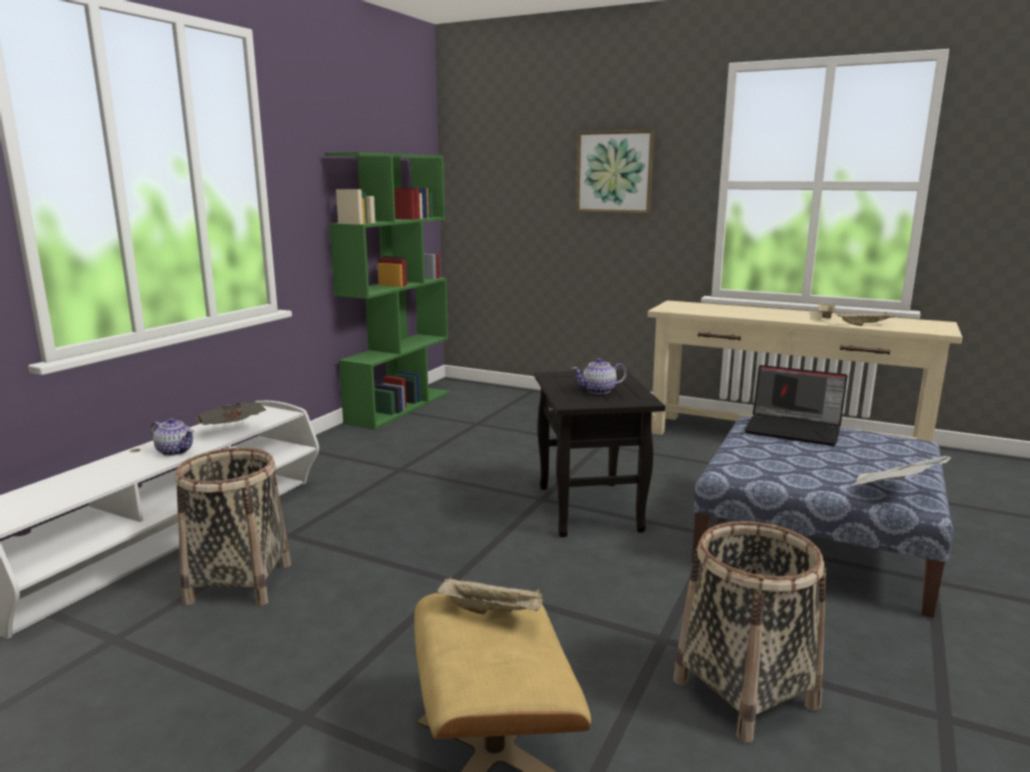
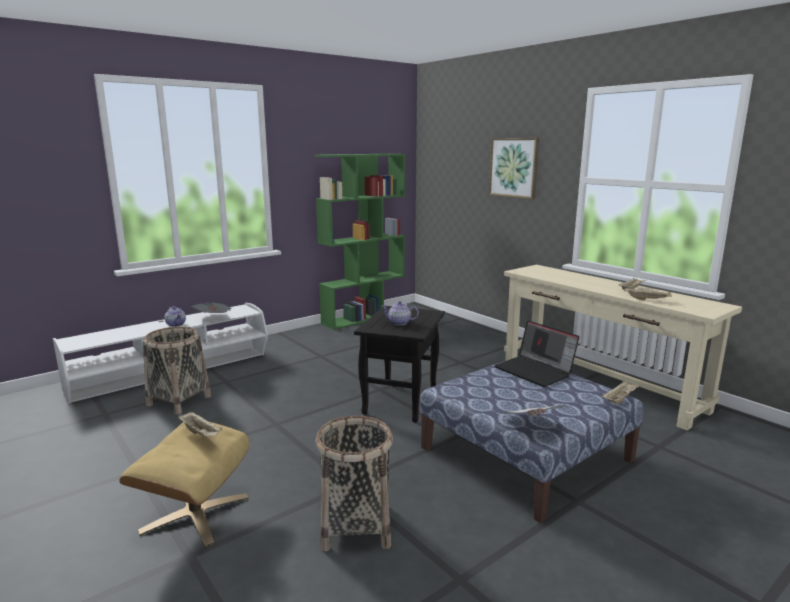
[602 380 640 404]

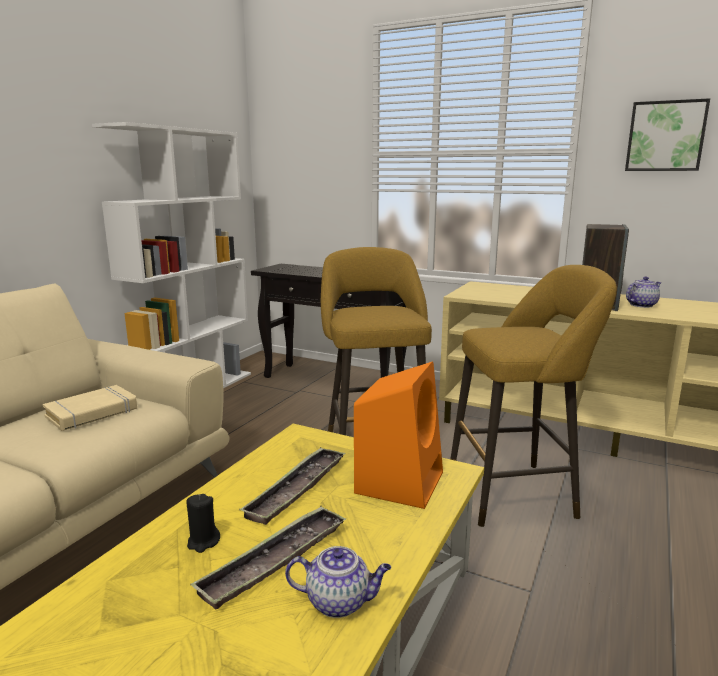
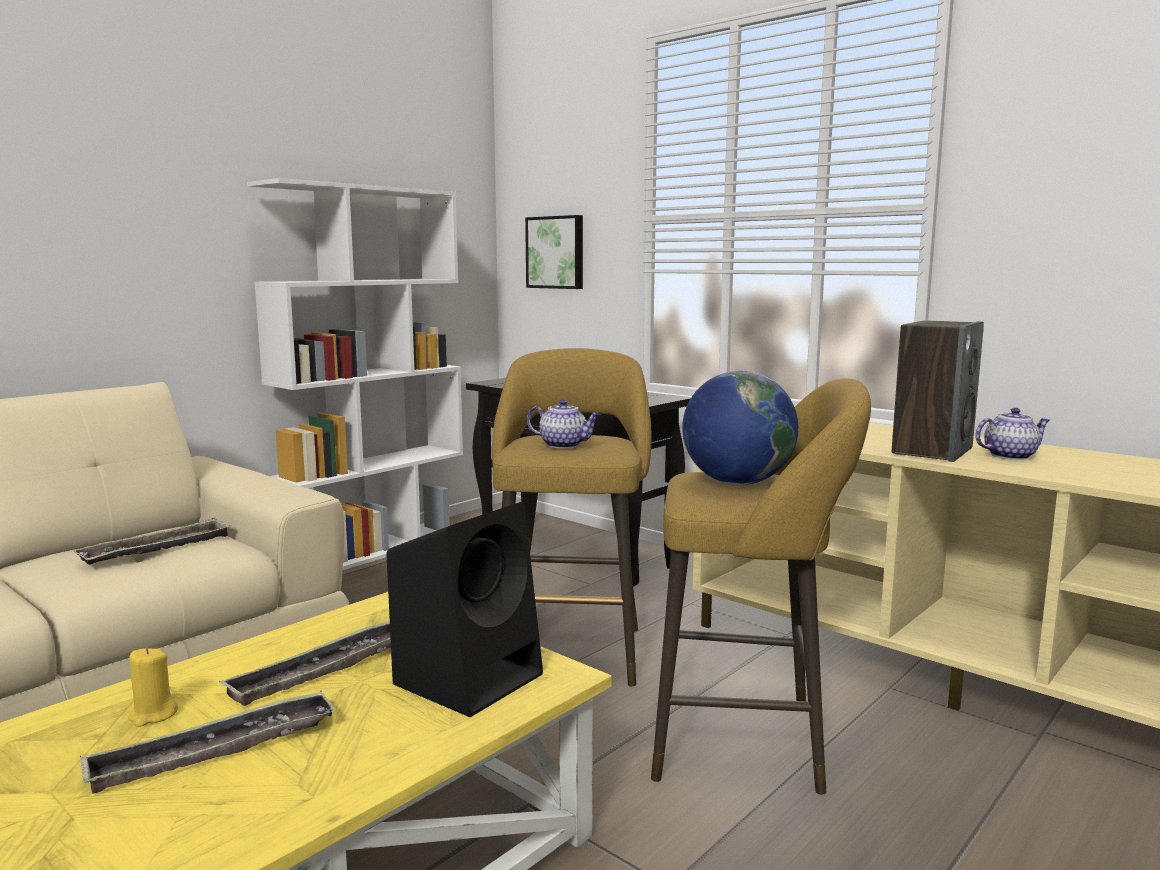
[682 371 798 485]
[527 399 601 448]
[525 215 583 289]
[72 518 231 565]
[128 647 178 727]
[386 502 543 717]

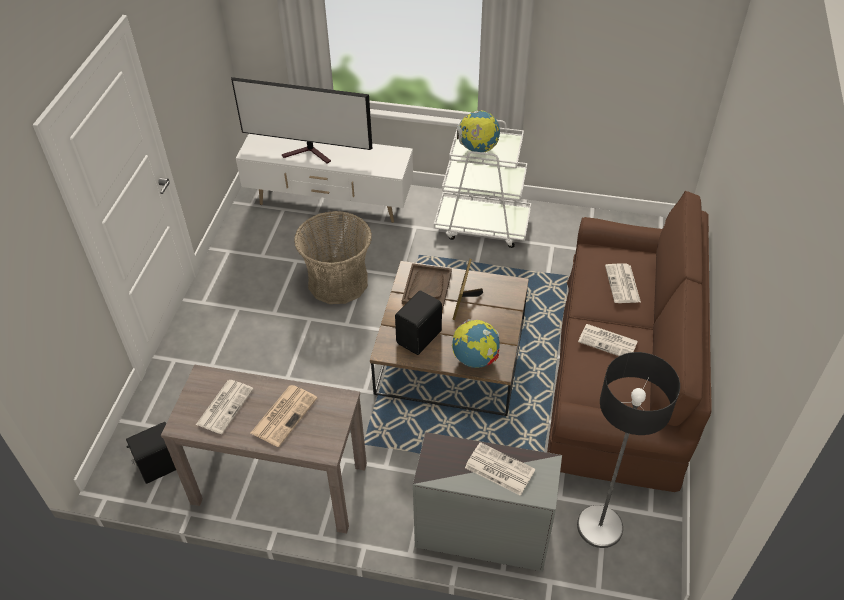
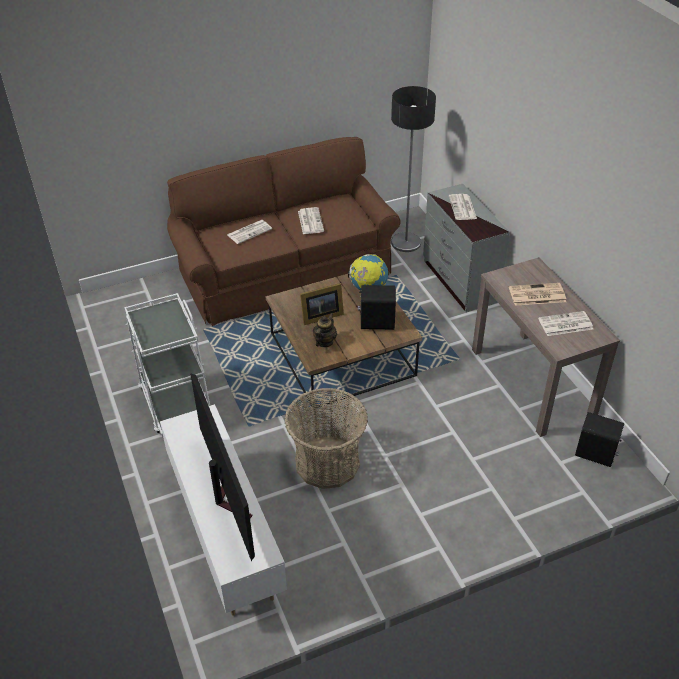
[457 110 500 152] (first image)
[313 313 337 347]

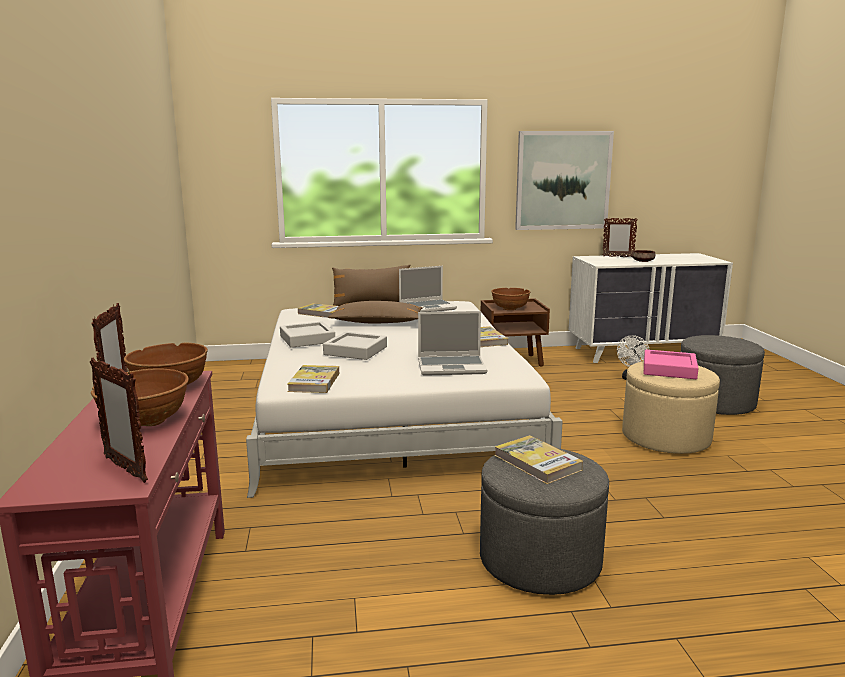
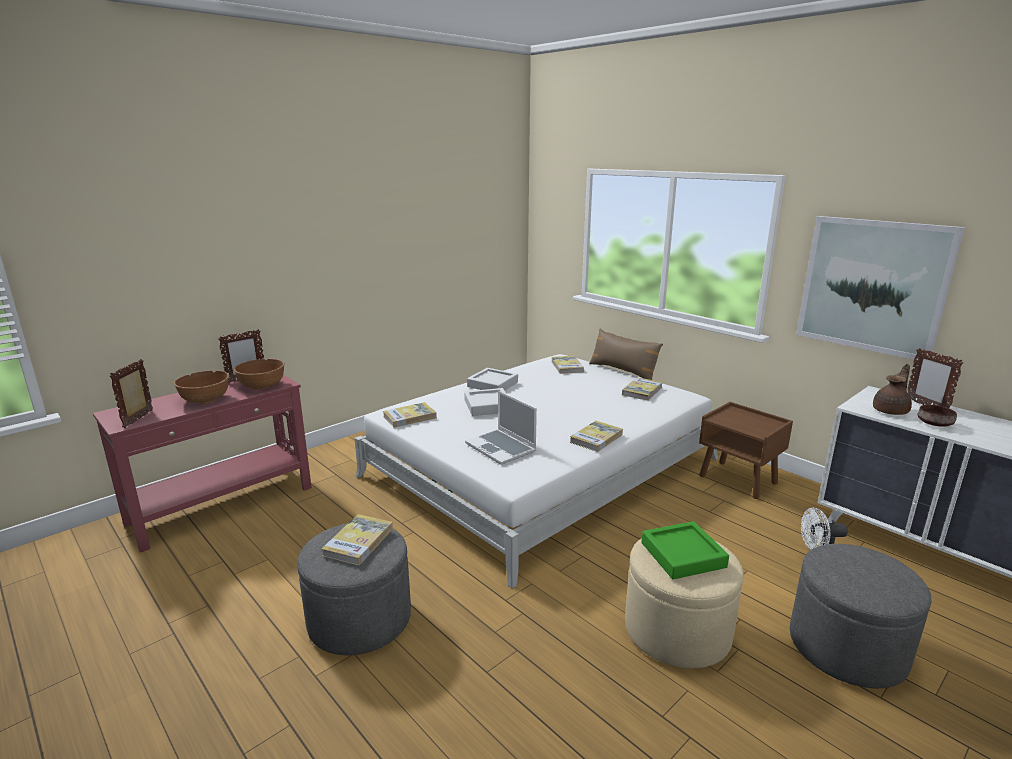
[328 301 423 323] (first image)
[491 288 530 310] (first image)
[873 364 912 415]
[622 377 663 401]
[642 521 729 579]

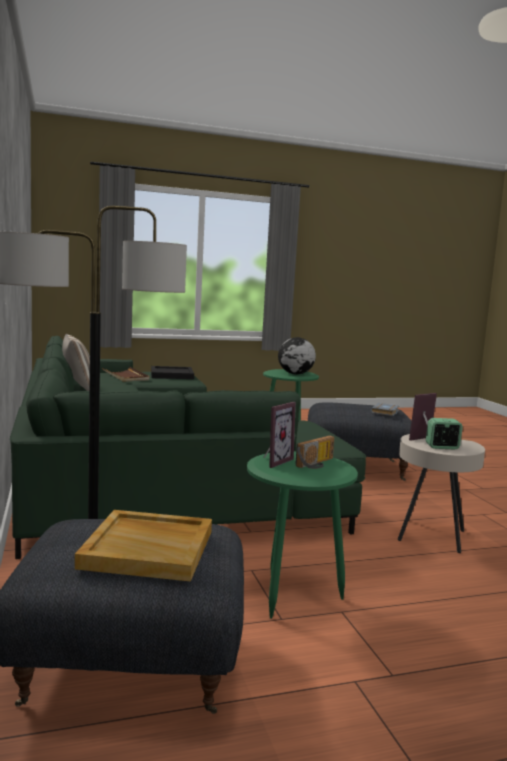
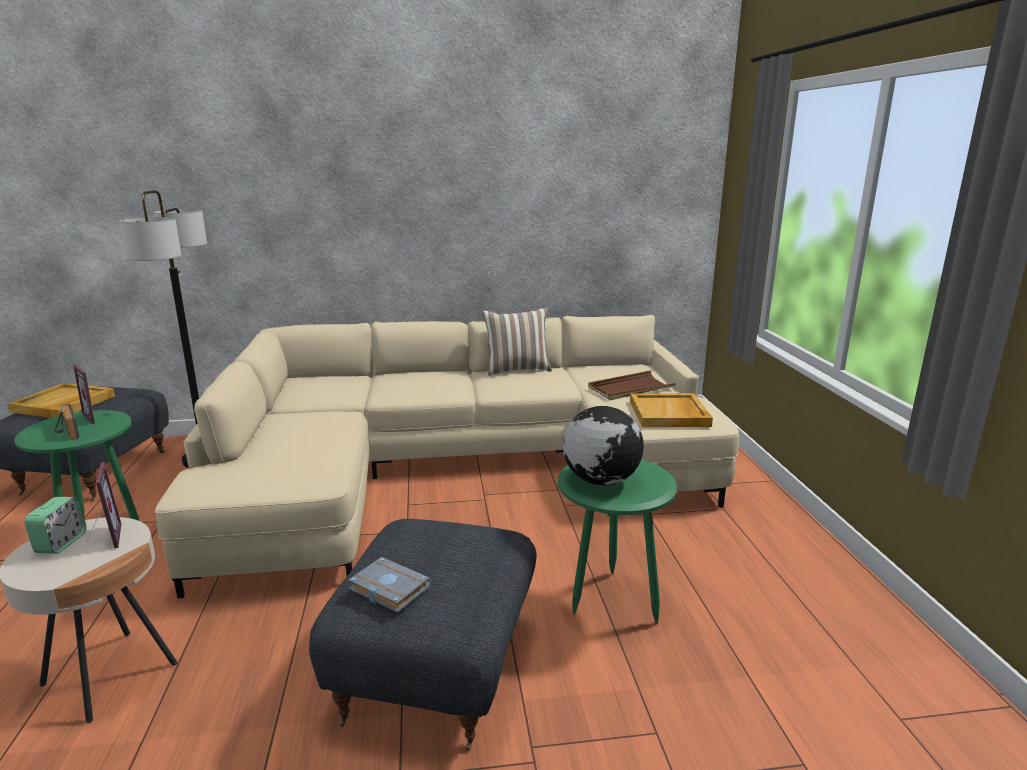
[155 315 739 598]
[630 393 713 427]

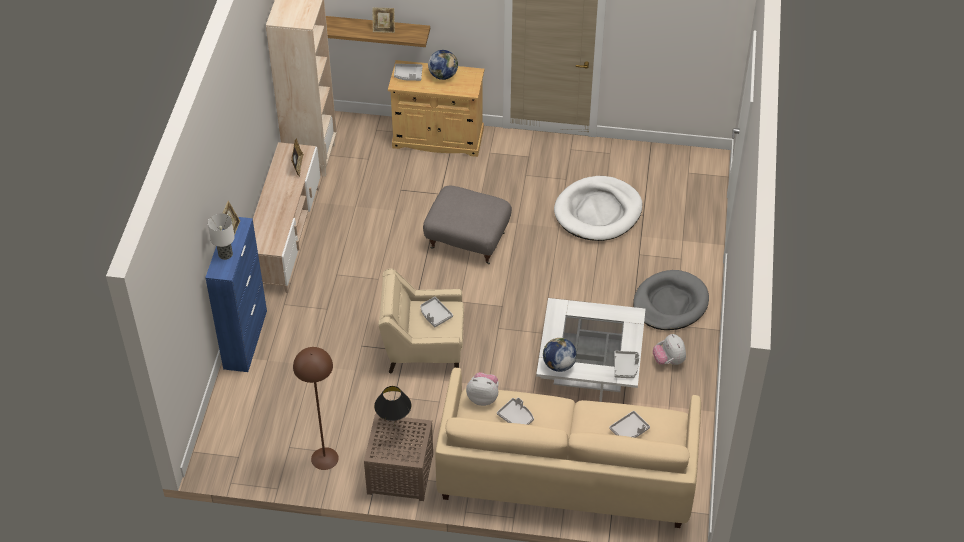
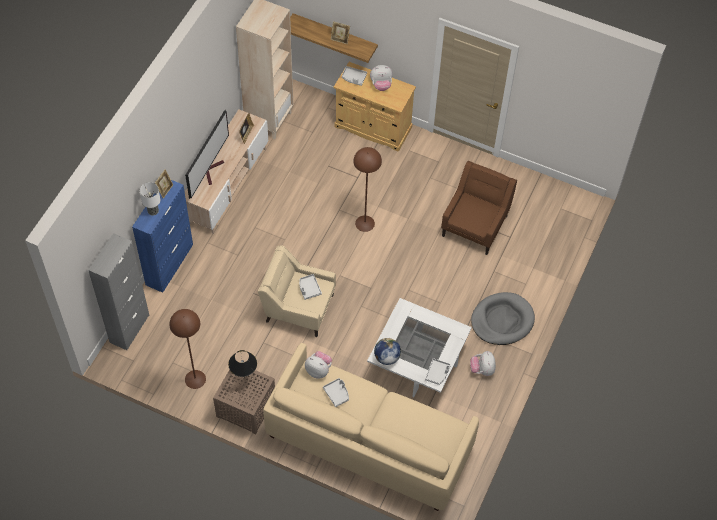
[609 411 650 438] (first image)
[88 233 149 350]
[185 110 229 199]
[353 147 382 232]
[370 65 393 91]
[441 161 517 255]

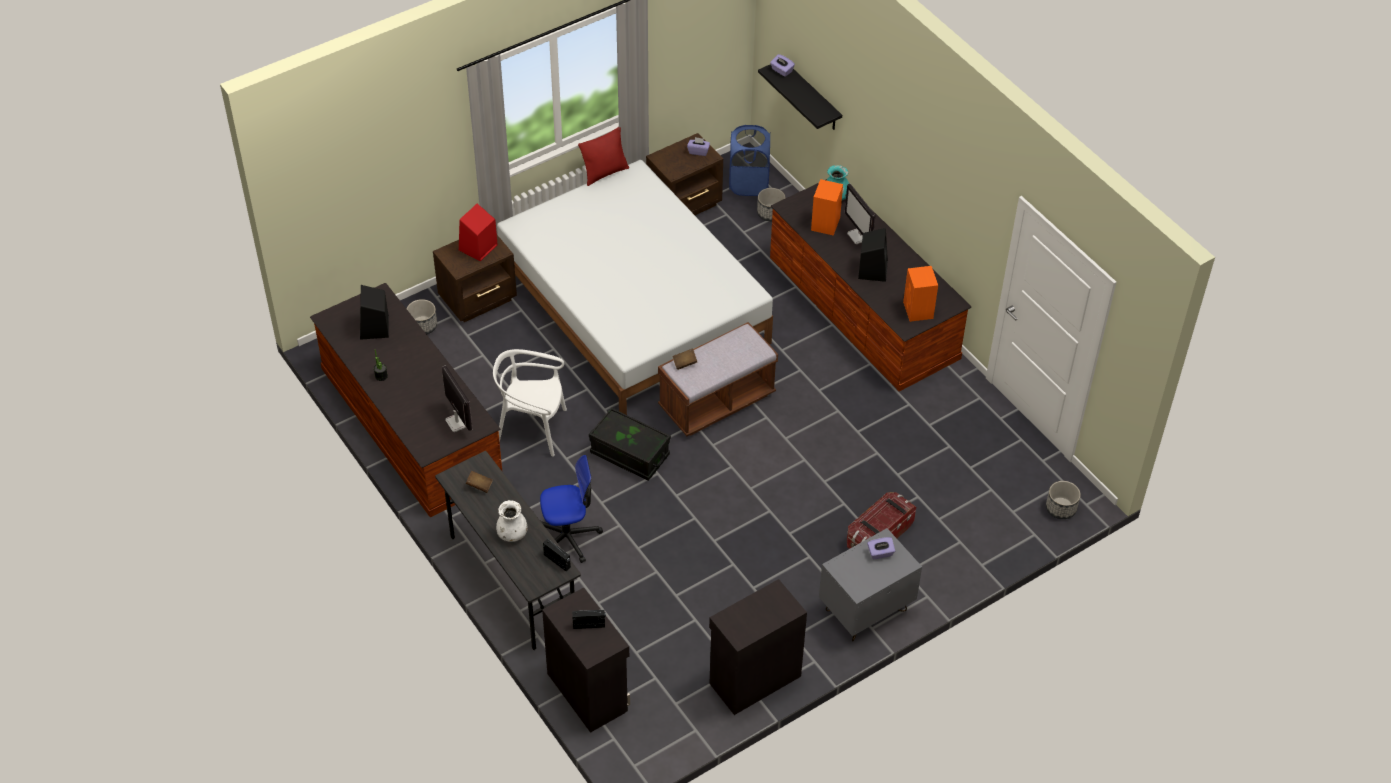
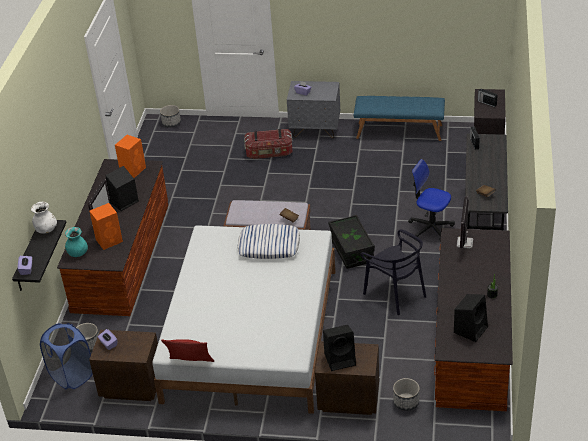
[237 224 300 259]
[31 202 57 234]
[354 96 445 141]
[323 325 356 371]
[361 229 426 315]

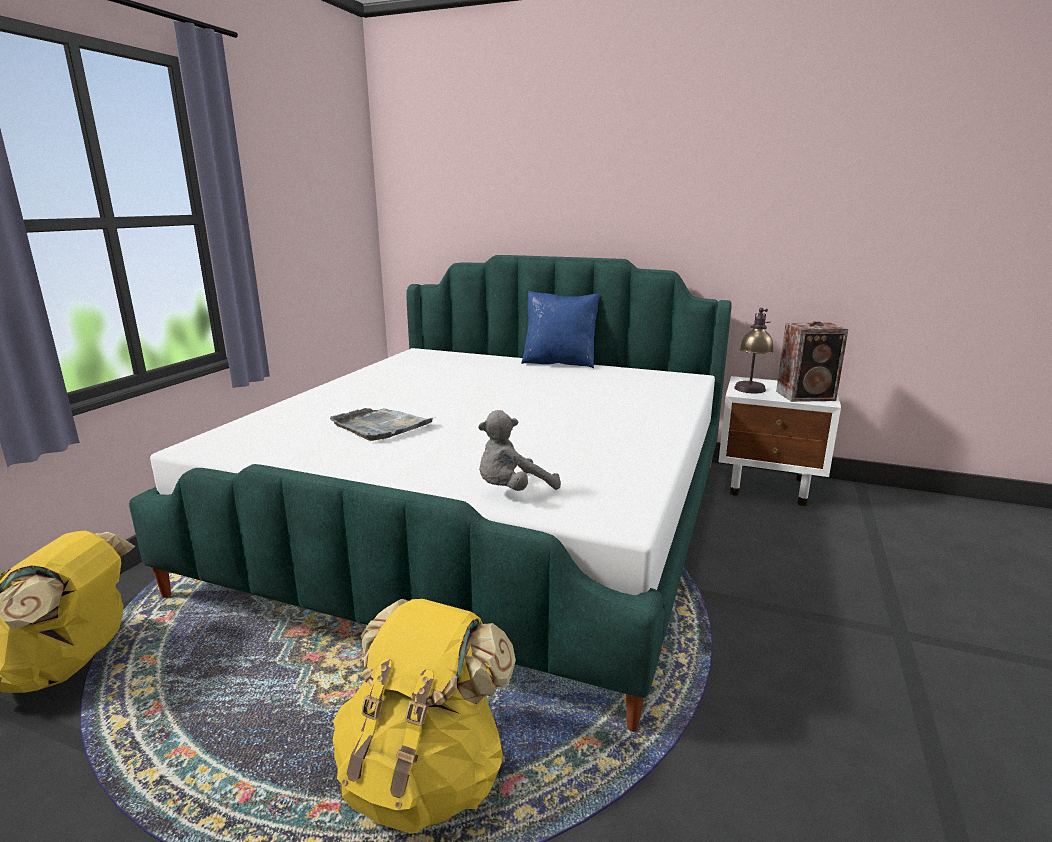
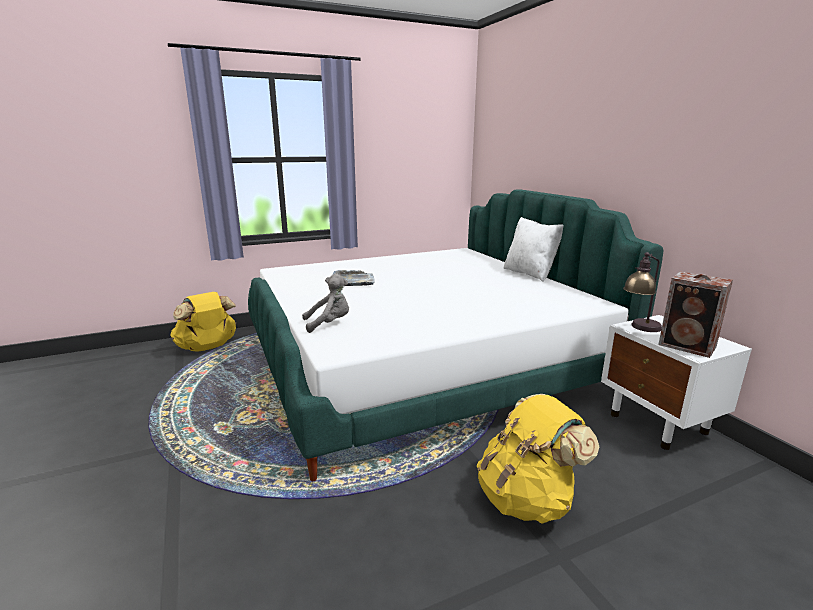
[477 394 599 524]
[504 217 564 282]
[302 274 349 333]

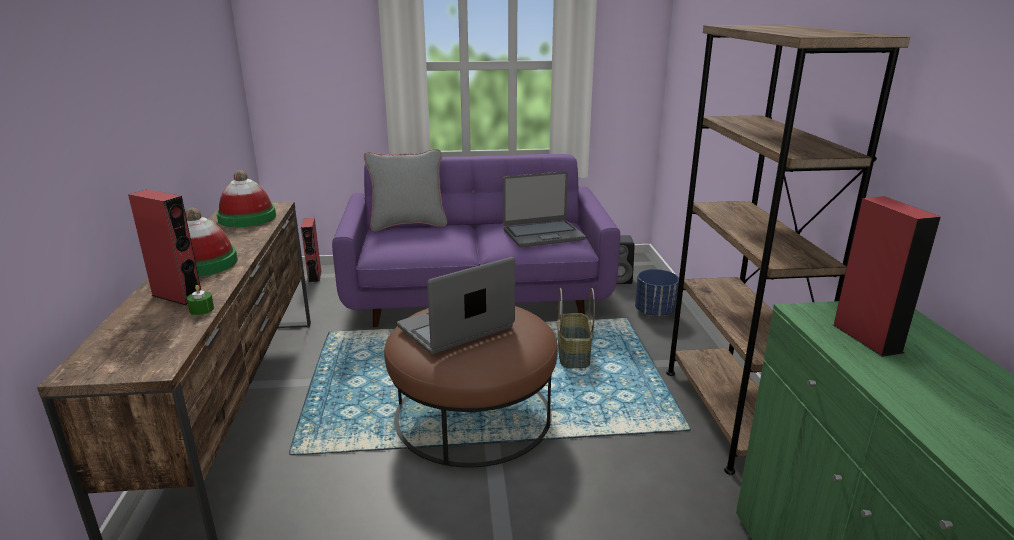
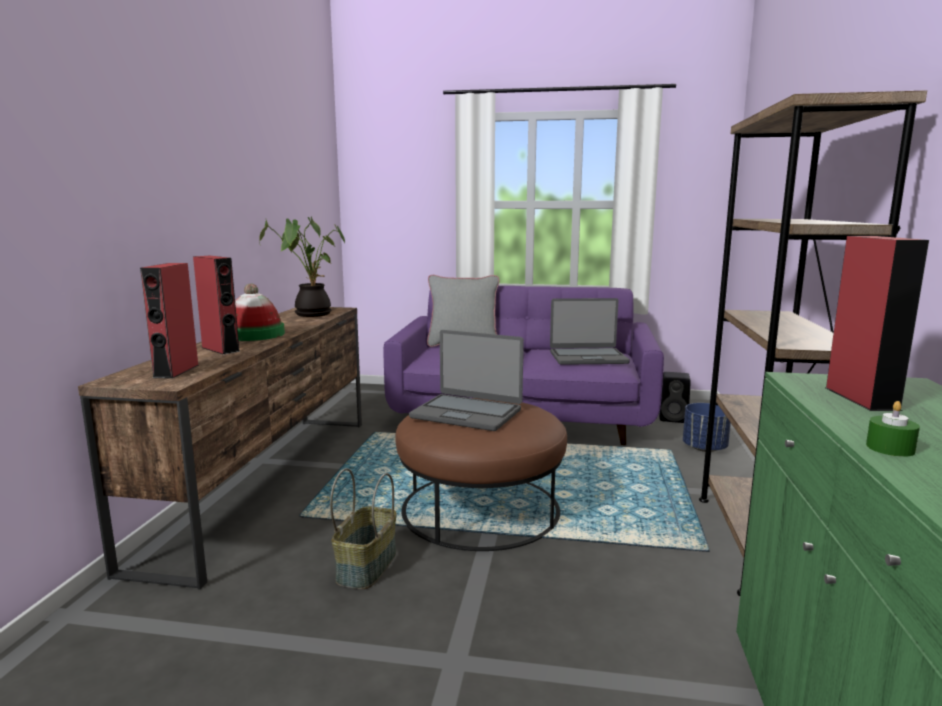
[866 401 920 457]
[140 263 199 379]
[330 468 397 589]
[259 217 345 317]
[409 330 524 431]

